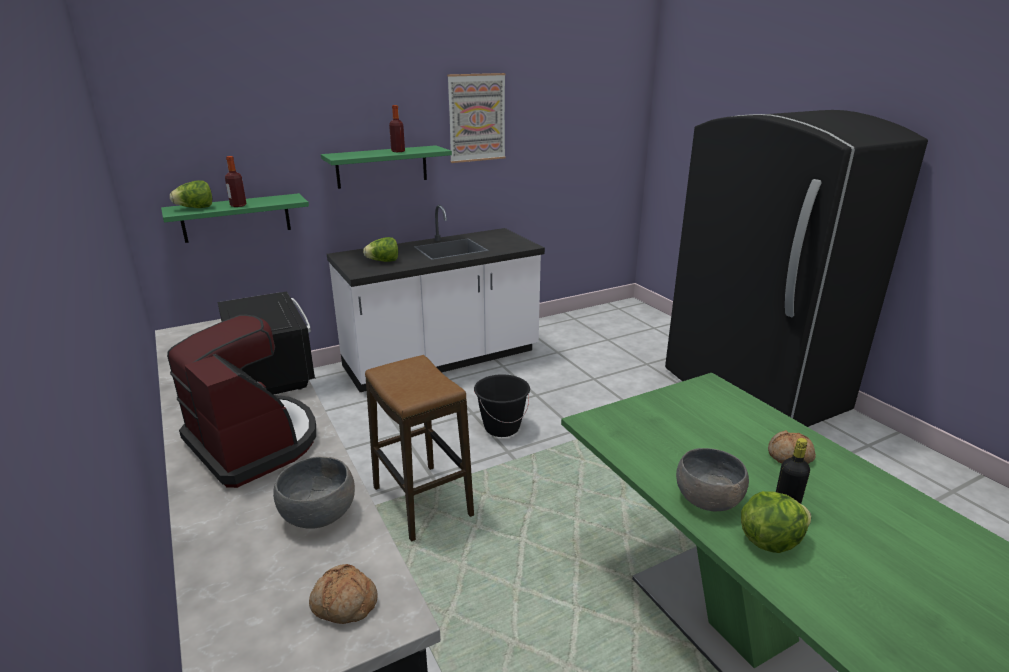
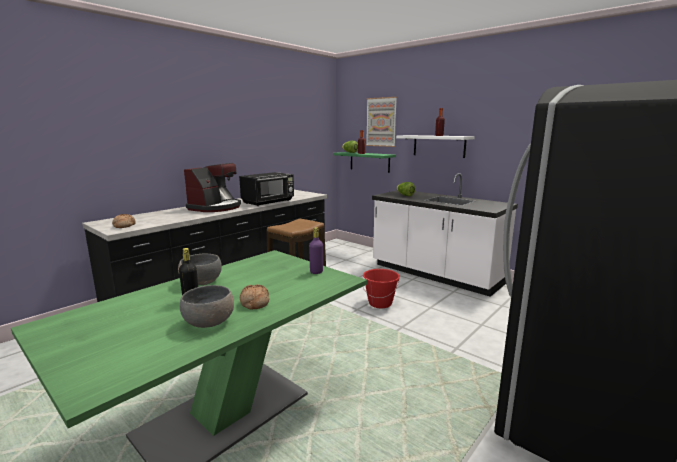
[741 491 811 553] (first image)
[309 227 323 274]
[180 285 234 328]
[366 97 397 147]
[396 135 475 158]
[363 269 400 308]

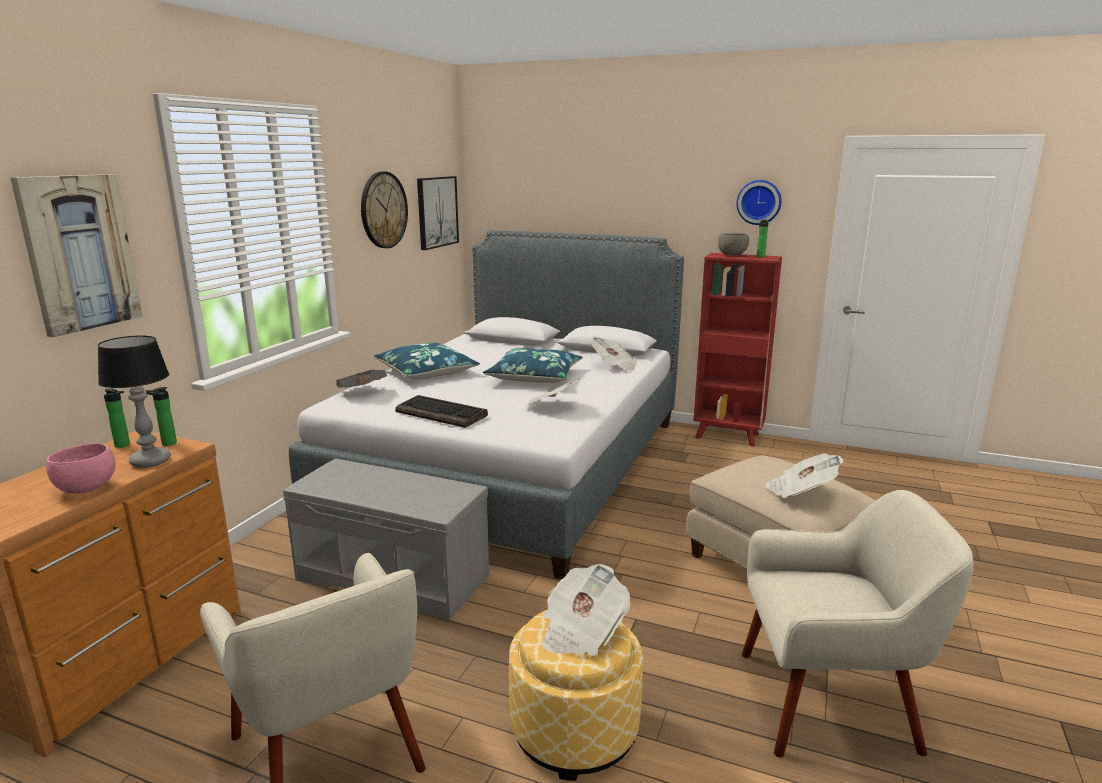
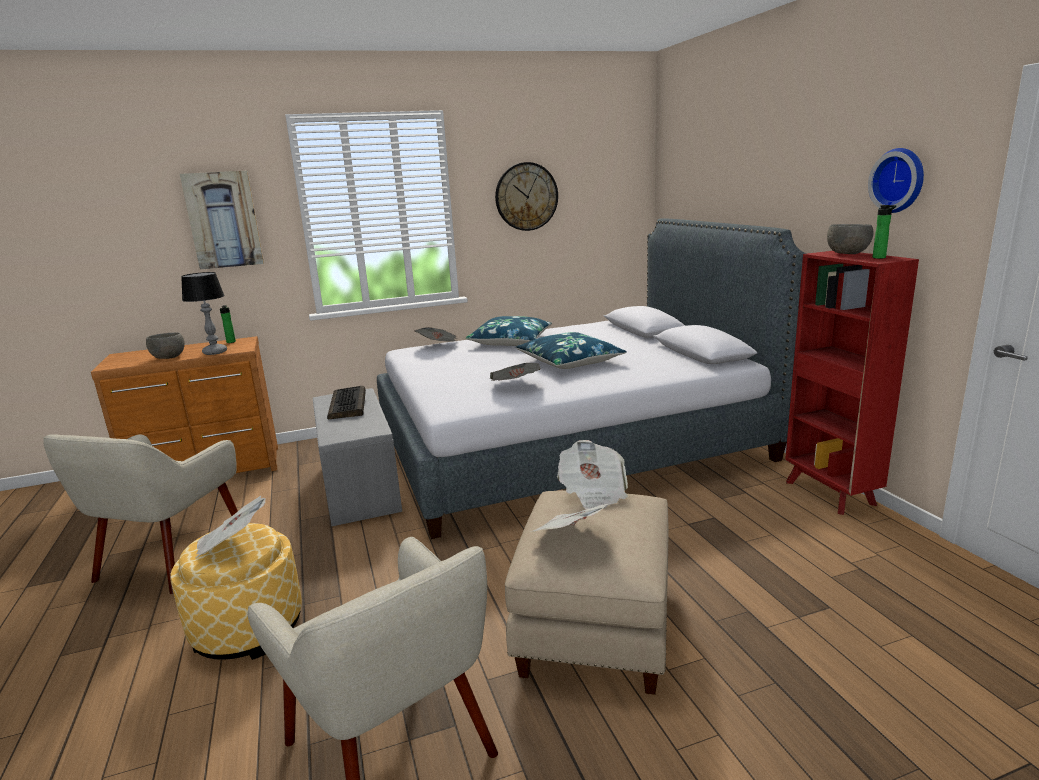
[145 387 177 446] (first image)
[417 176 459 250] (first image)
[327 386 366 419]
[557 440 628 509]
[146 332 185 359]

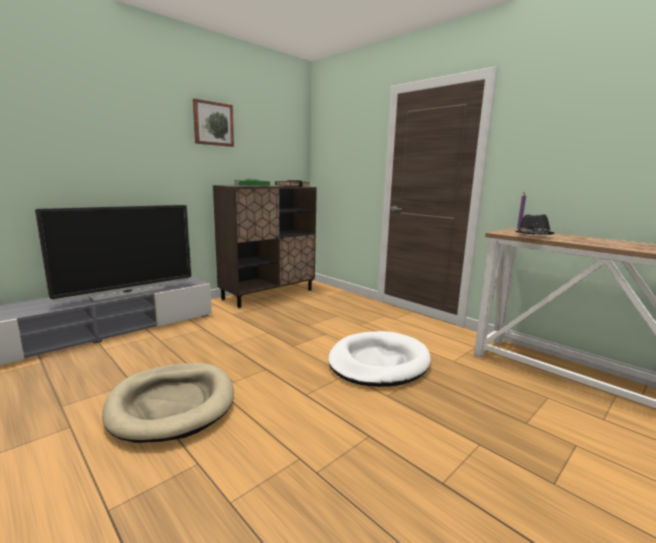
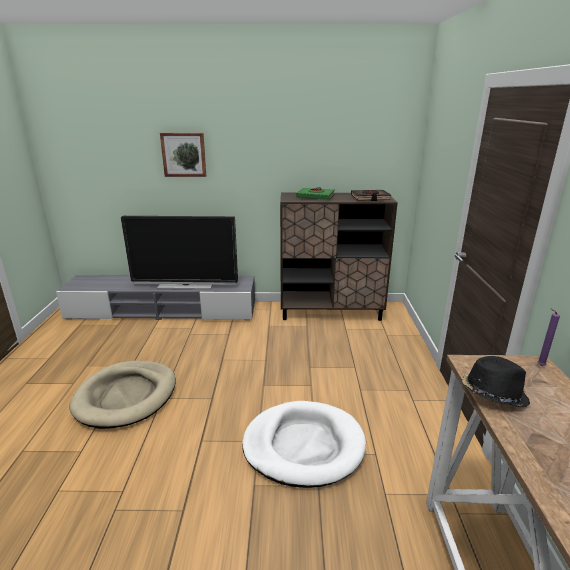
[160 133 206 177]

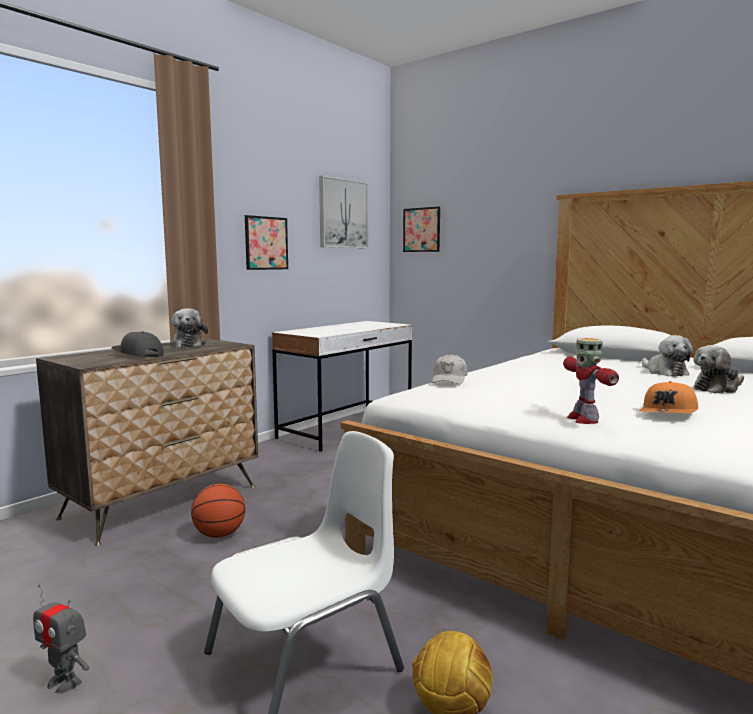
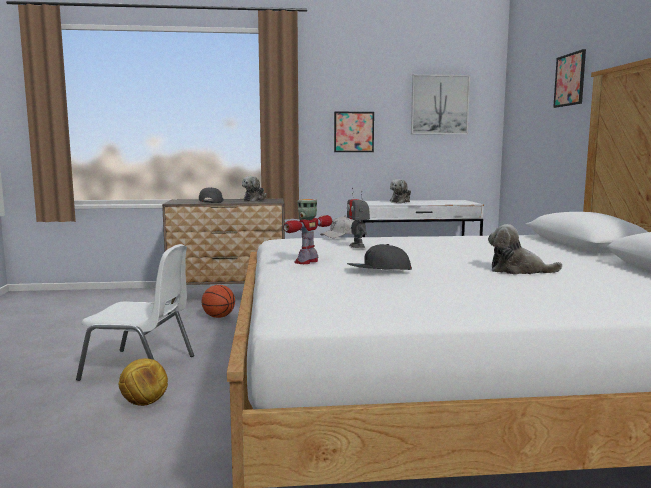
[347 188 370 248]
[553 49 586 108]
[390 179 411 203]
[346 244 412 270]

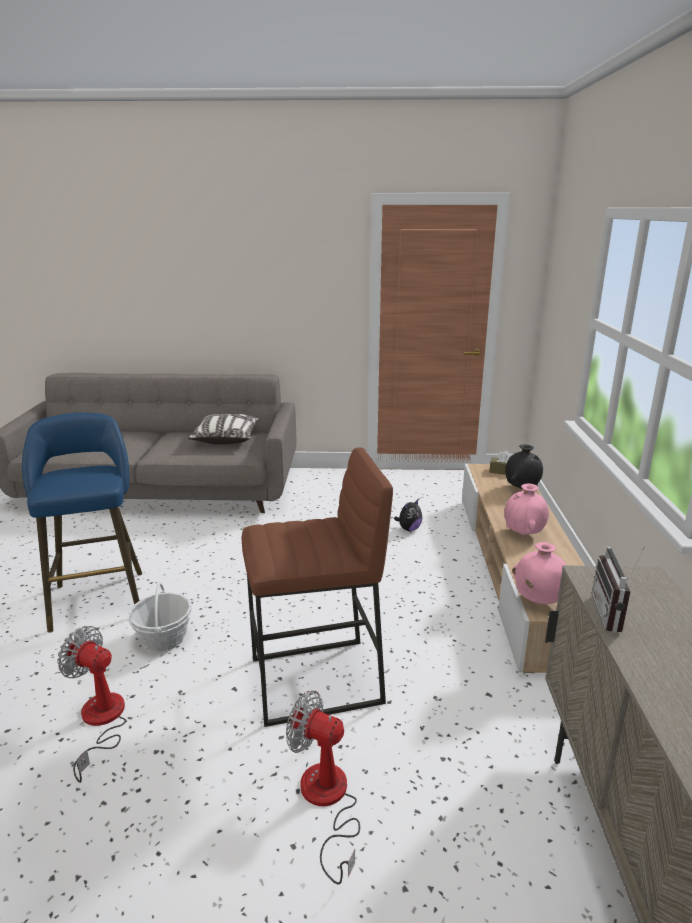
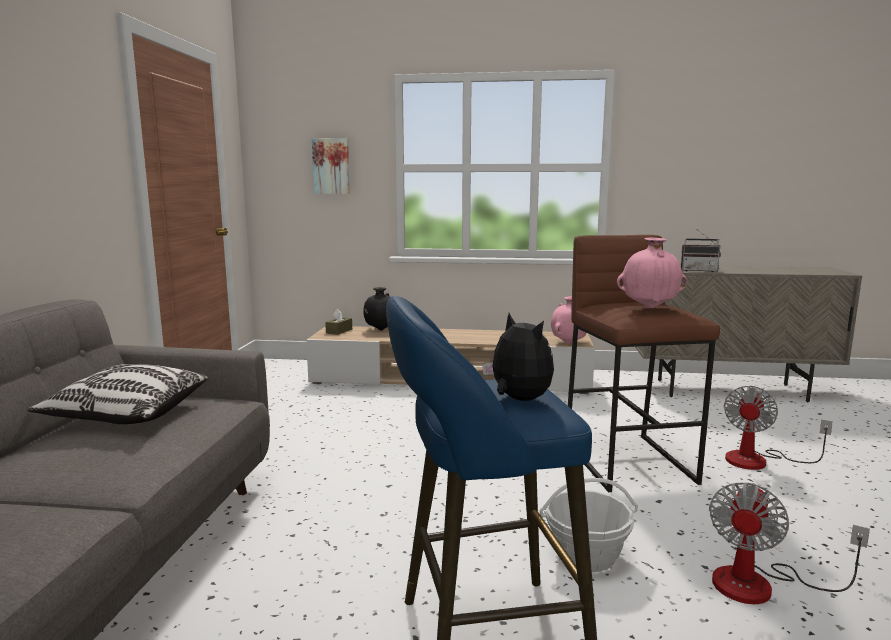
[312 138 350 194]
[482 313 554 401]
[617 238 687 308]

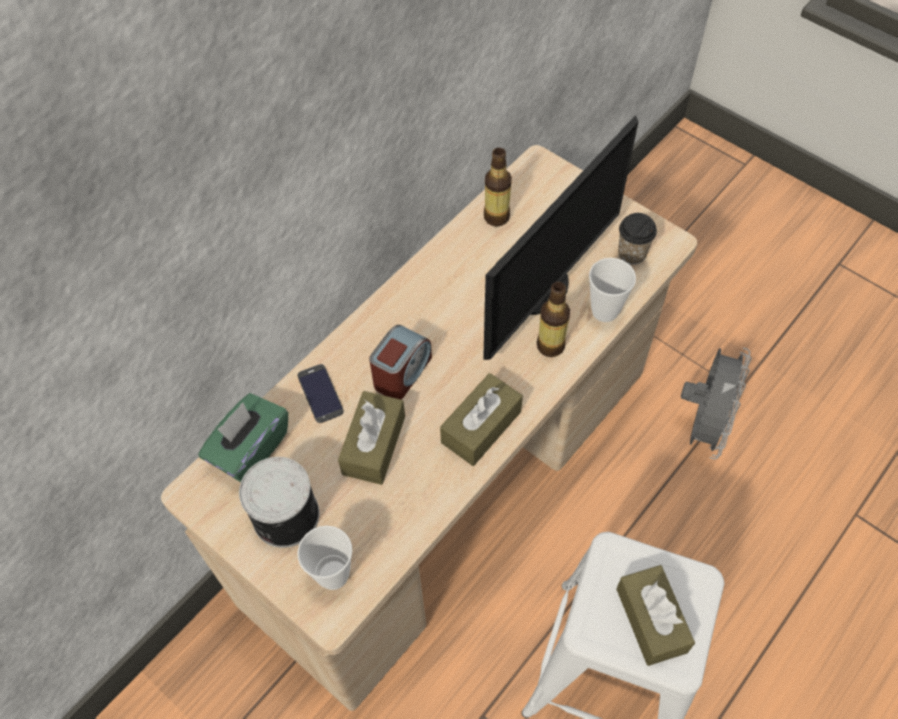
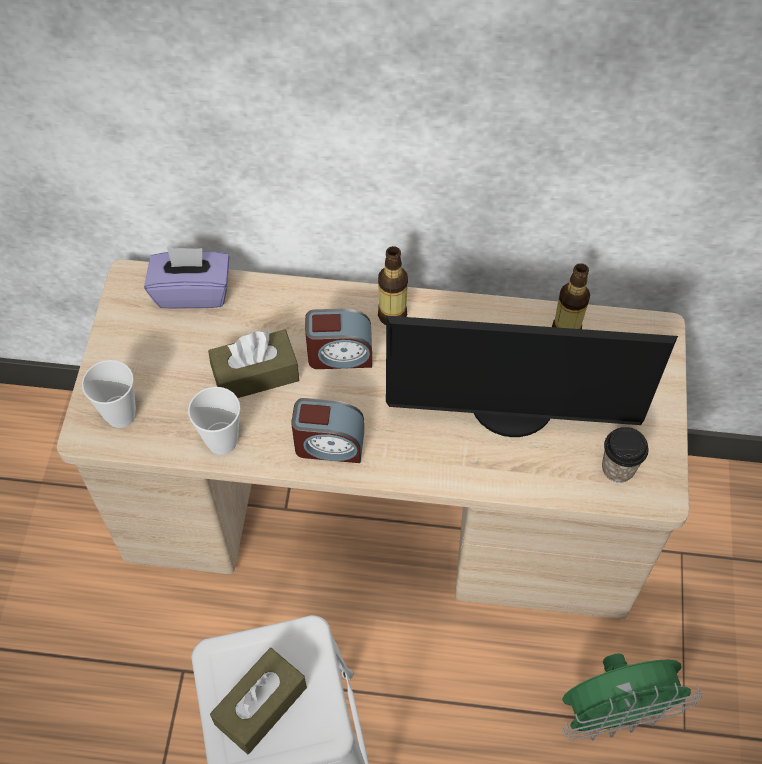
[239 457 319 548] (first image)
[298 364 344 423] (first image)
[378 246 408 325]
[188 387 240 455]
[291 398 364 463]
[144 247 229 309]
[562 653 702 741]

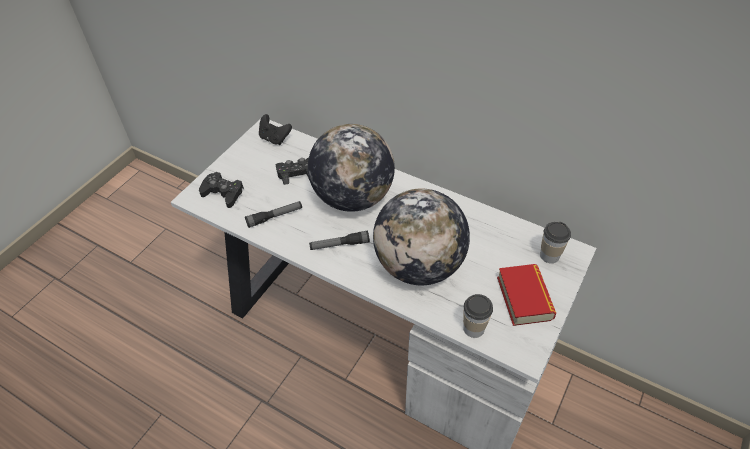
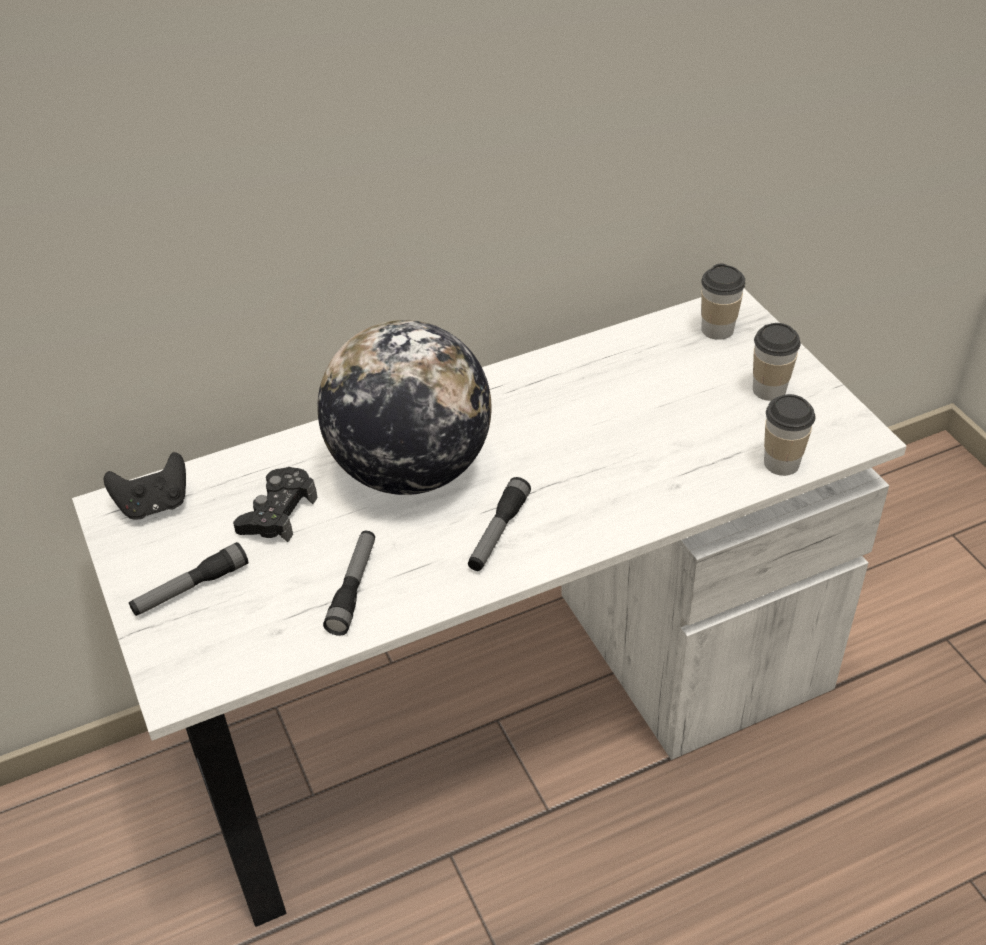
[199 172 244 208] (first image)
[373 188 470 285] (first image)
[129 542 248 616]
[753 323 801 401]

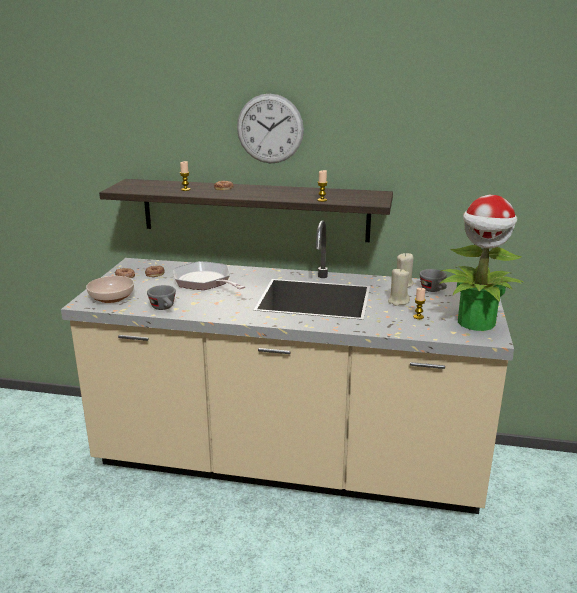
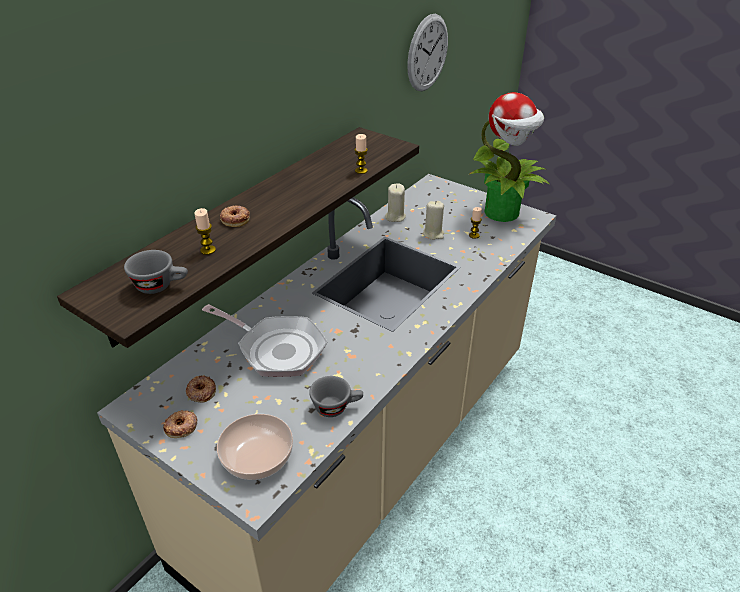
[407 14 448 91]
[124 250 188 294]
[202 304 328 377]

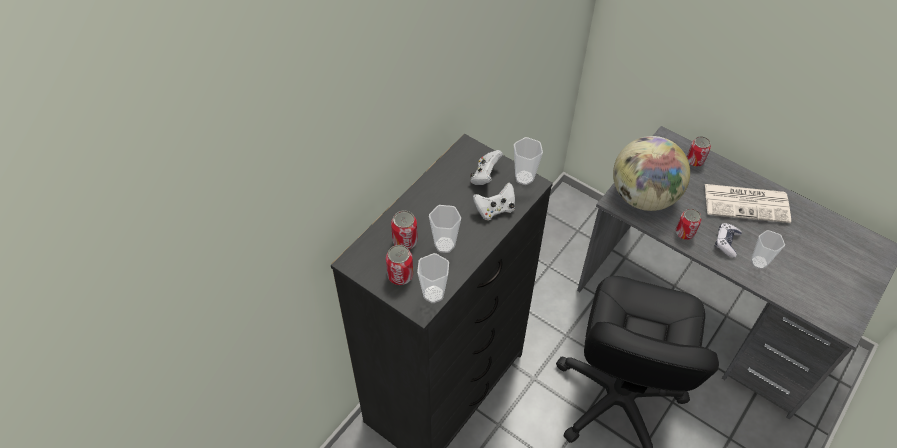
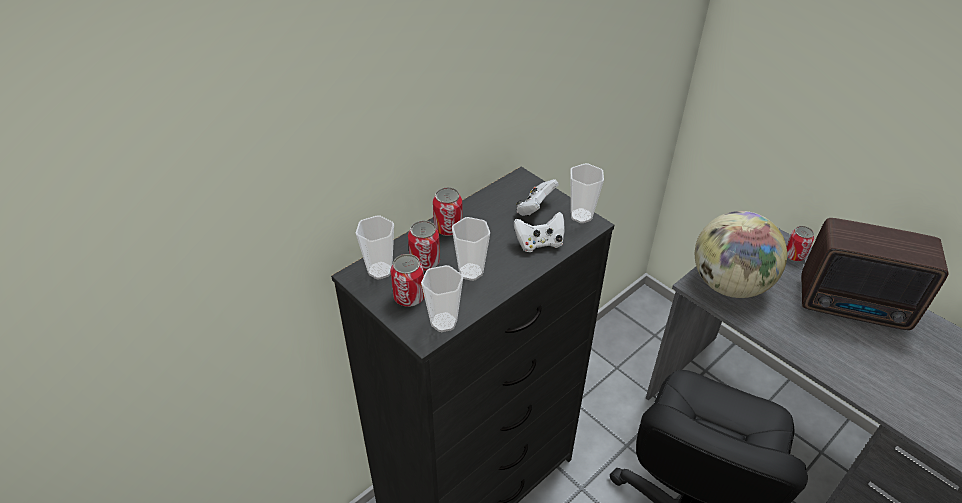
[715 223 742 258] (first image)
[433 187 463 236]
[356 215 394 279]
[801 218 949 330]

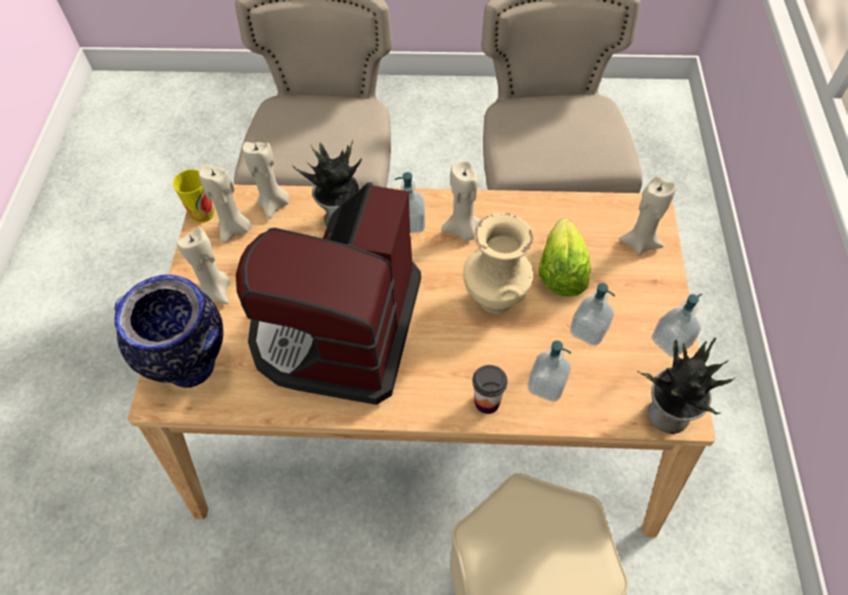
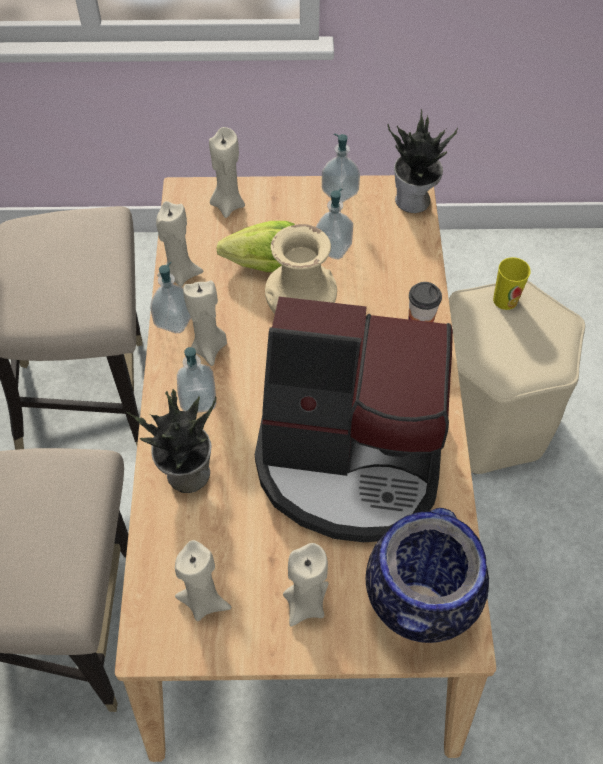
[493 257 531 310]
[156 201 204 287]
[150 262 191 333]

